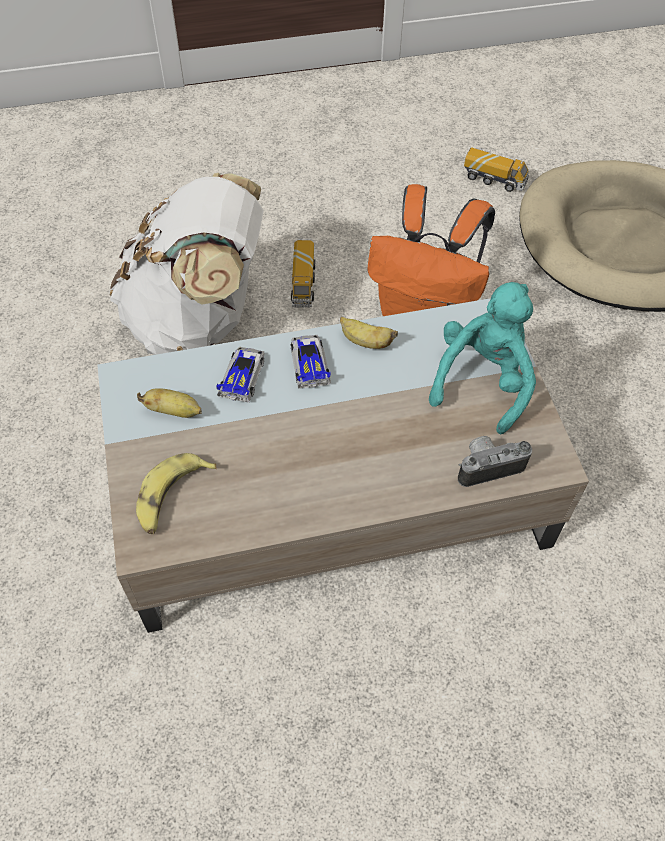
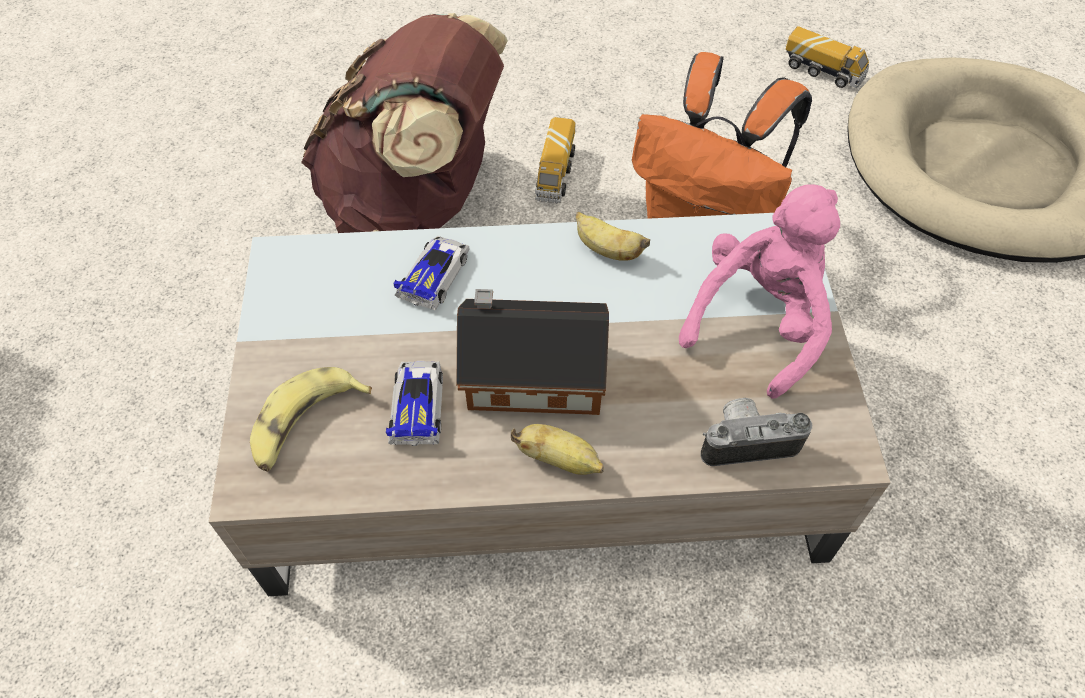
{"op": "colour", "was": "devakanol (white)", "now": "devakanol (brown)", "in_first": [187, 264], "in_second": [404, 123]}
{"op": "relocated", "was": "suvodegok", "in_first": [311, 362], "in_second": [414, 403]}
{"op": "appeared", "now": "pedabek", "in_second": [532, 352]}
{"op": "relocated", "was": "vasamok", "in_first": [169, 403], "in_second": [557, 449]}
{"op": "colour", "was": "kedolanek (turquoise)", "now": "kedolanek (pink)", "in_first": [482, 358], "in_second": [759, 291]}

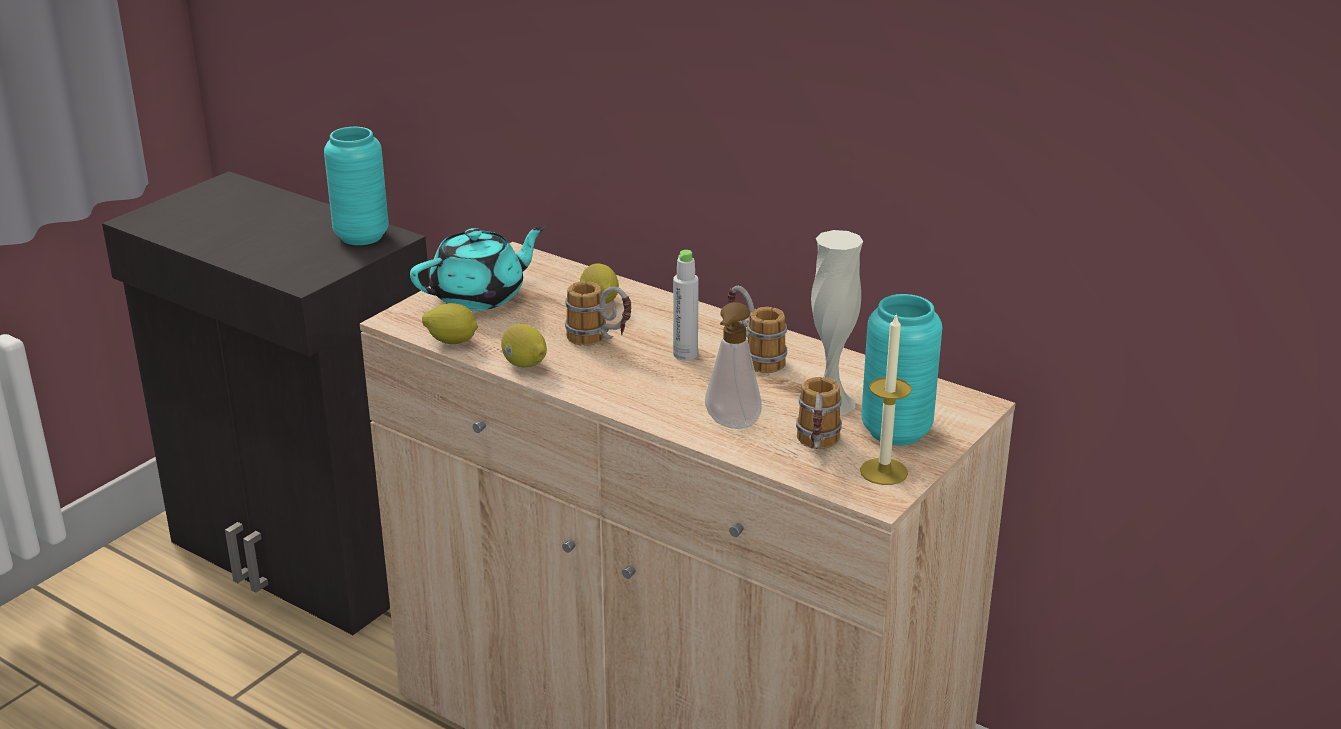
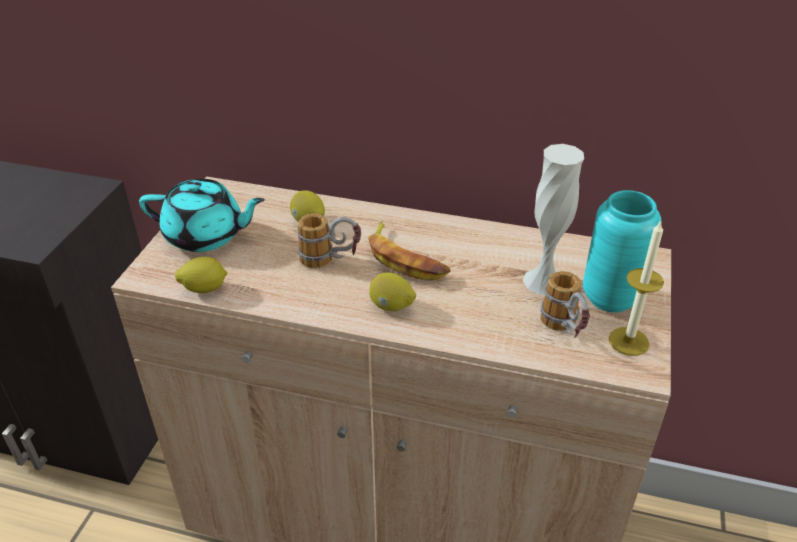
{"op": "spun", "was": "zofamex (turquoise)", "in_first": [477, 268], "in_second": [202, 215], "clockwise": 60}
{"op": "exchanged", "was": "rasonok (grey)", "now": "vasamok", "in_first": [686, 305], "in_second": [409, 250]}
{"op": "relocated", "was": "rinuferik", "in_first": [524, 346], "in_second": [392, 291]}
{"op": "missing", "was": "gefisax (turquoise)", "in_first": [356, 186]}
{"op": "missing", "was": "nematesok", "in_first": [733, 365]}
{"op": "missing", "was": "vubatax", "in_first": [757, 329]}

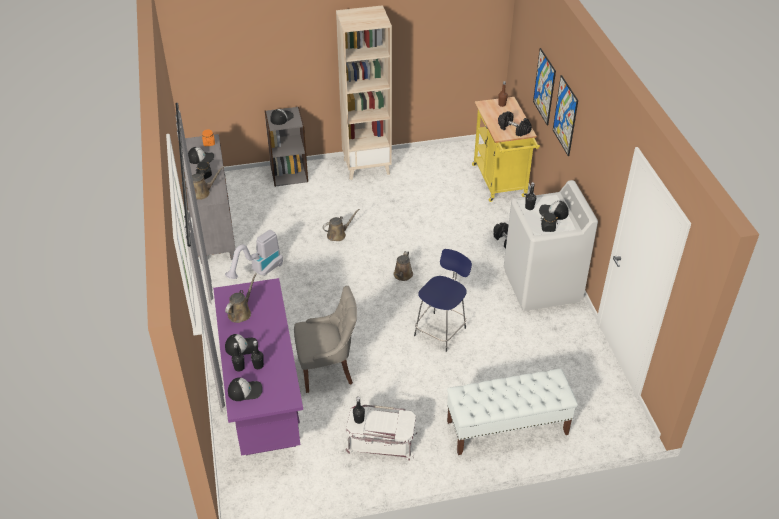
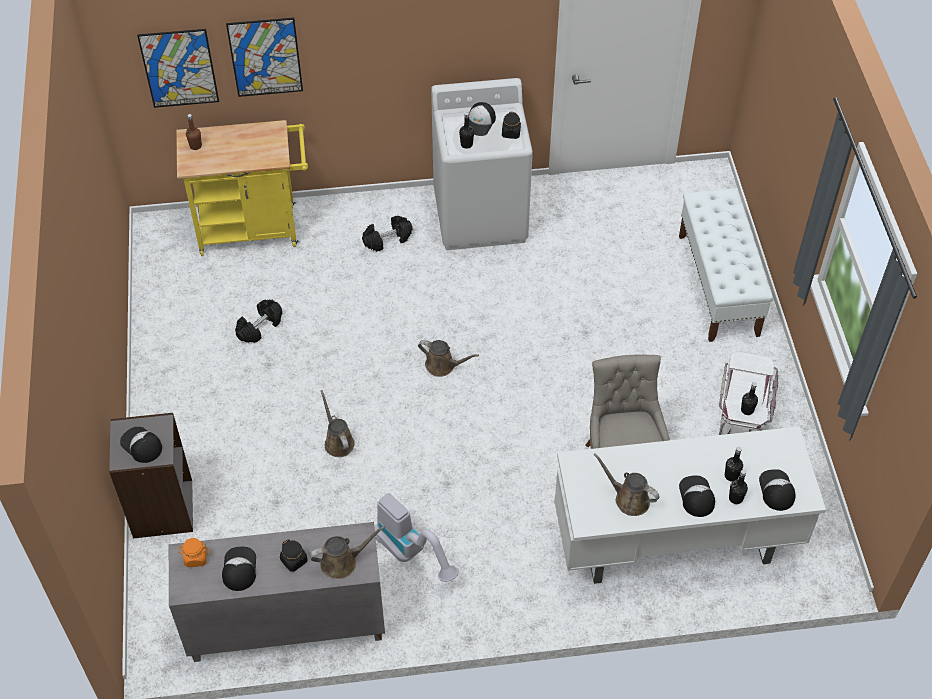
{"op": "relocated", "was": "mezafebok", "in_first": [565, 115], "in_second": [178, 68]}
{"op": "relocated", "was": "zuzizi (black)", "in_first": [515, 124], "in_second": [258, 321]}
{"op": "spun", "was": "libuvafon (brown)", "in_first": [205, 183], "in_second": [347, 552], "clockwise": 90}
{"op": "colour", "was": "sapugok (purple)", "now": "sapugok (white)", "in_first": [258, 366], "in_second": [690, 505]}
{"op": "missing", "was": "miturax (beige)", "in_first": [364, 92]}
{"op": "missing", "was": "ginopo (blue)", "in_first": [443, 300]}

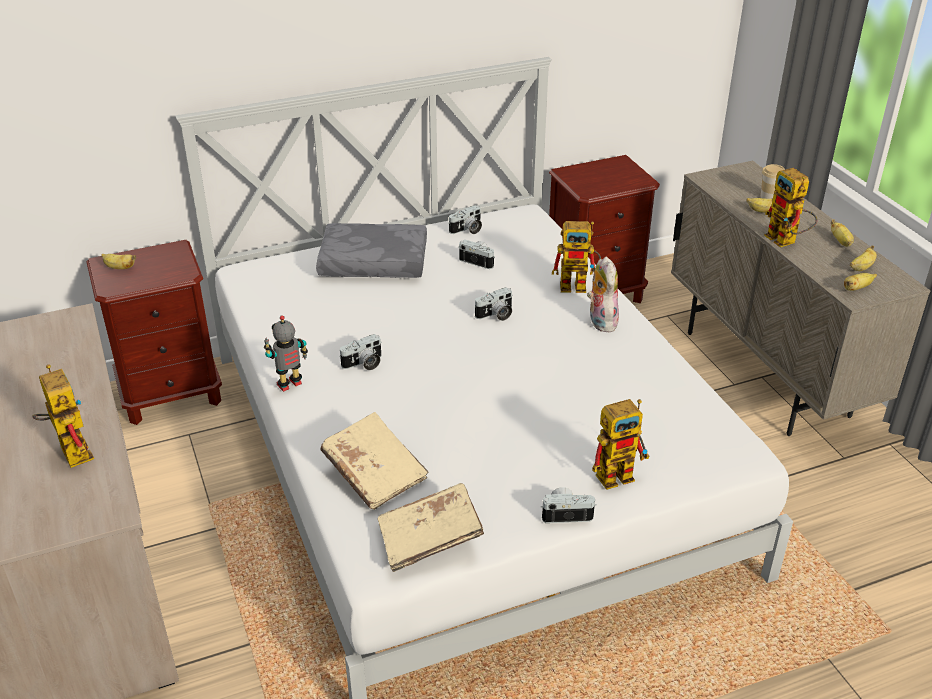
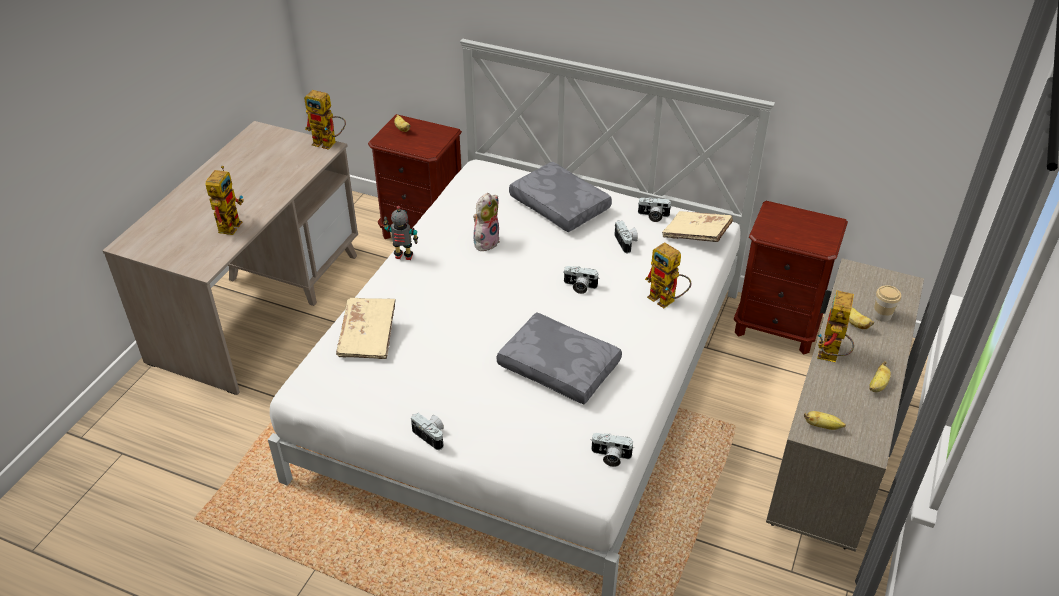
{"op": "relocated", "was": "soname", "in_first": [621, 444], "in_second": [325, 120]}
{"op": "relocated", "was": "kedolanek", "in_first": [603, 294], "in_second": [486, 222]}
{"op": "appeared", "now": "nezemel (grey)", "in_second": [559, 358]}
{"op": "relocated", "was": "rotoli", "in_first": [360, 352], "in_second": [612, 450]}
{"op": "relocated", "was": "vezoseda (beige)", "in_first": [431, 527], "in_second": [697, 226]}
{"op": "missing", "was": "vasamok", "in_first": [863, 258]}

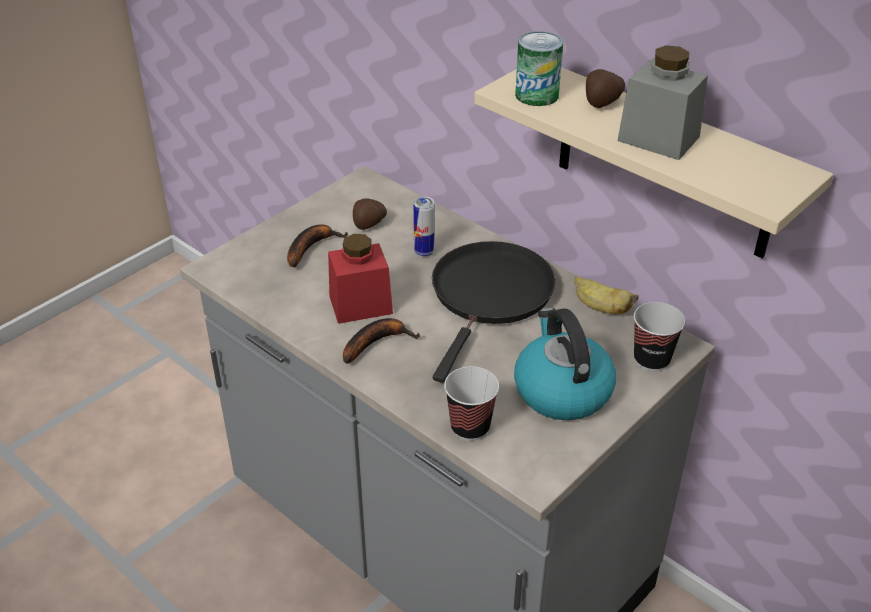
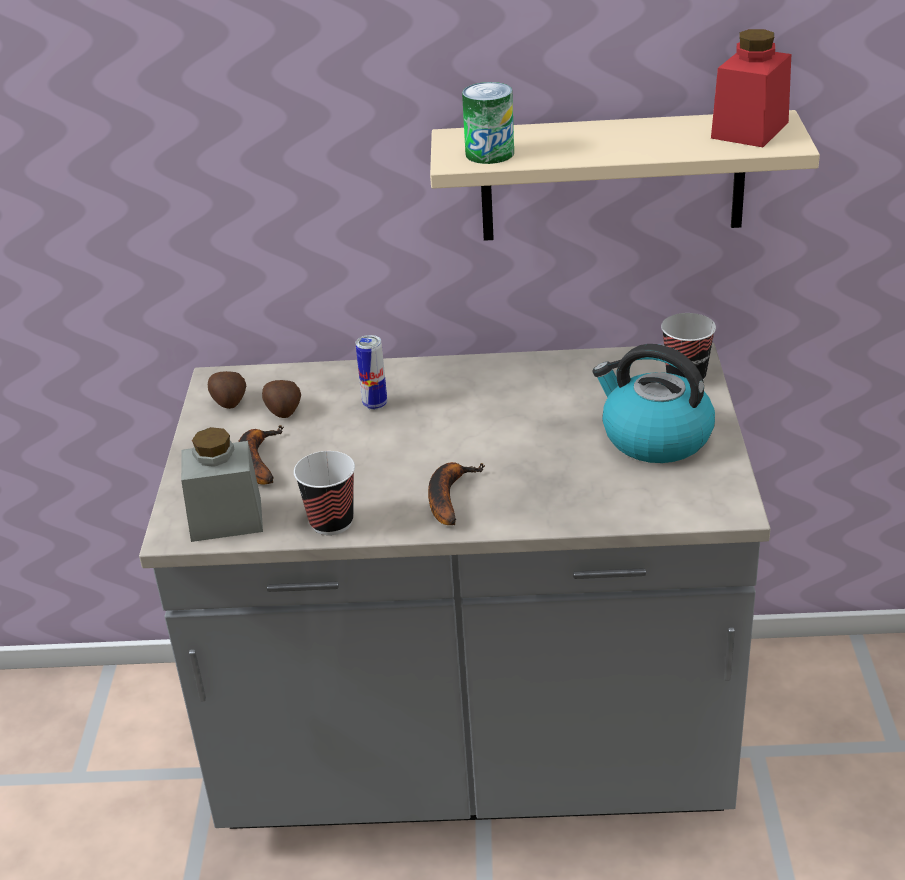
{"op": "relocated", "was": "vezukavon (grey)", "in_first": [663, 102], "in_second": [222, 484]}
{"op": "relocated", "was": "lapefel", "in_first": [605, 88], "in_second": [227, 390]}
{"op": "relocated", "was": "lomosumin", "in_first": [471, 403], "in_second": [324, 493]}
{"op": "relocated", "was": "vezukavon (red)", "in_first": [360, 279], "in_second": [751, 88]}
{"op": "missing", "was": "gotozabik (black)", "in_first": [493, 312]}
{"op": "missing", "was": "vasamok", "in_first": [606, 295]}

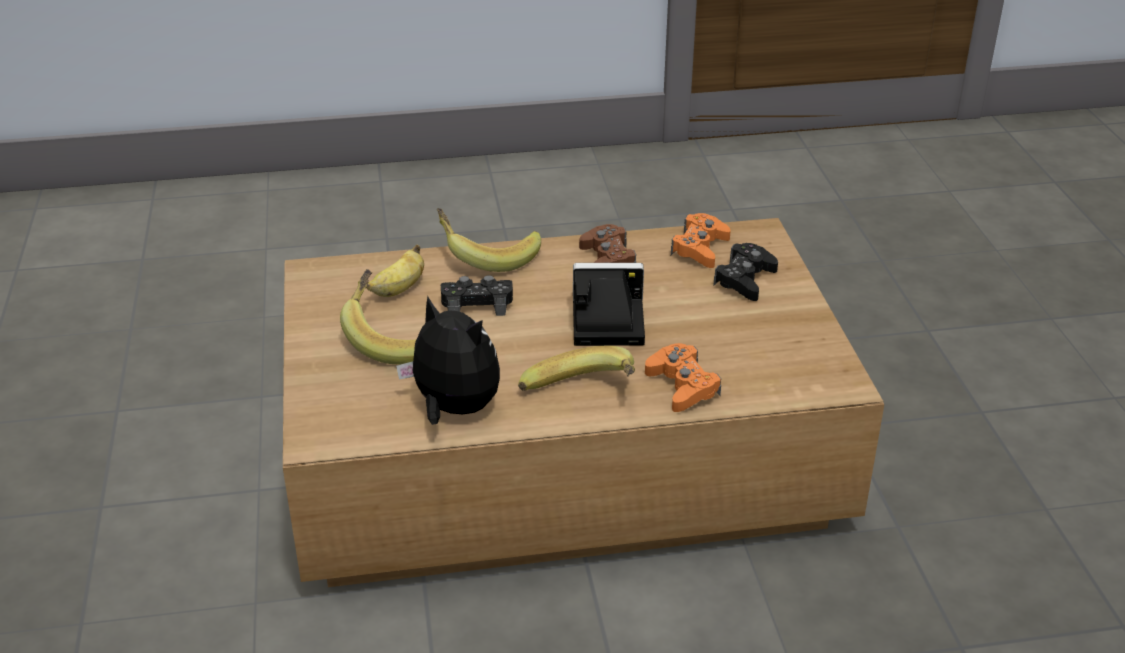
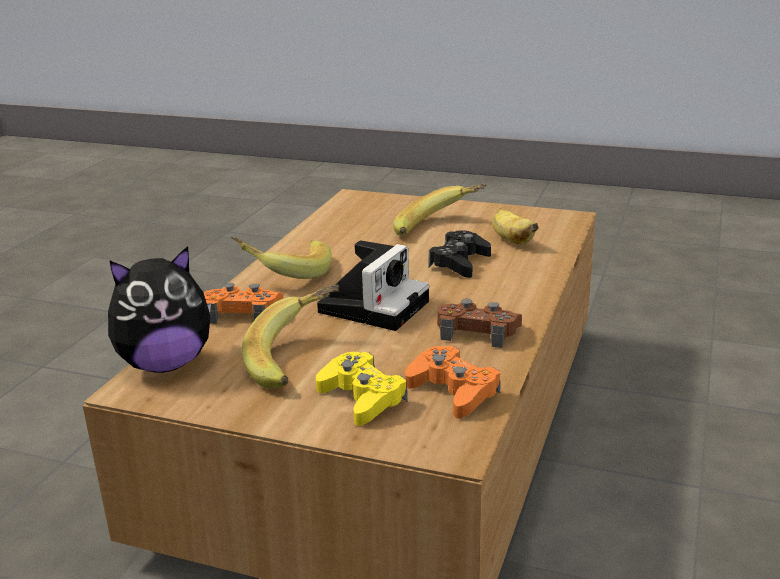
{"op": "relocated", "was": "kedolanek", "in_first": [448, 360], "in_second": [159, 309]}
{"op": "relocated", "was": "vasamok", "in_first": [489, 240], "in_second": [290, 337]}
{"op": "colour", "was": "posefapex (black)", "now": "posefapex (yellow)", "in_first": [745, 272], "in_second": [362, 389]}

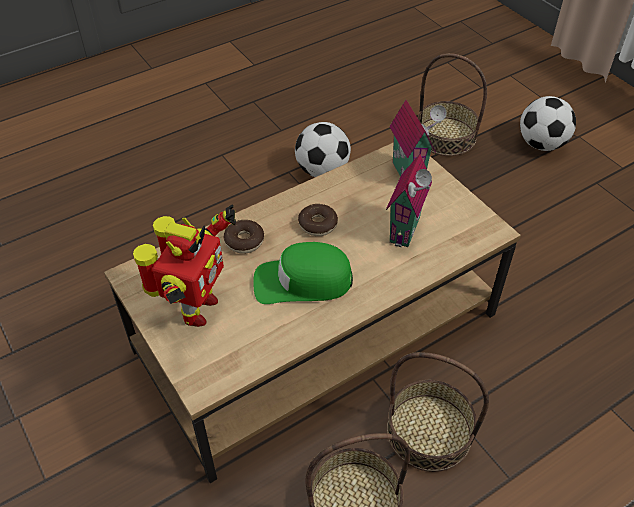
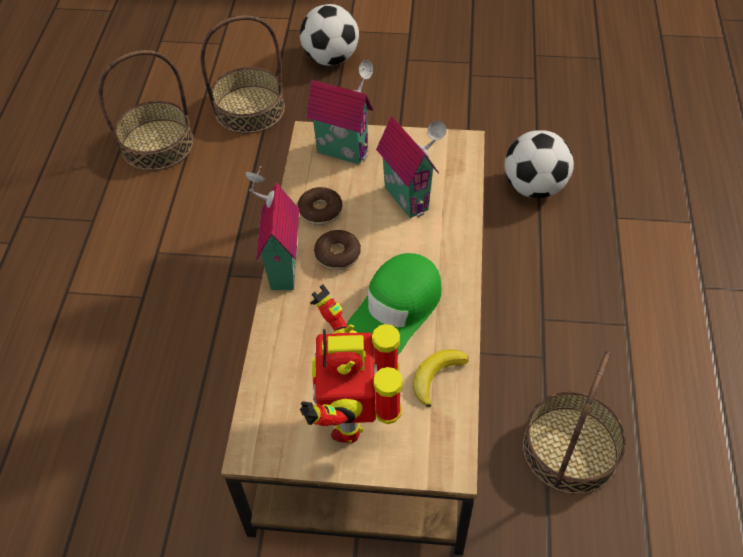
{"op": "relocated", "was": "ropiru", "in_first": [438, 412], "in_second": [146, 110]}
{"op": "appeared", "now": "pedabek", "in_second": [272, 228]}
{"op": "relocated", "was": "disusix", "in_first": [244, 237], "in_second": [320, 206]}
{"op": "spun", "was": "soname", "in_first": [184, 266], "in_second": [351, 363], "clockwise": -150}
{"op": "appeared", "now": "vasamok", "in_second": [441, 378]}
{"op": "relocated", "was": "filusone", "in_first": [323, 149], "in_second": [539, 164]}

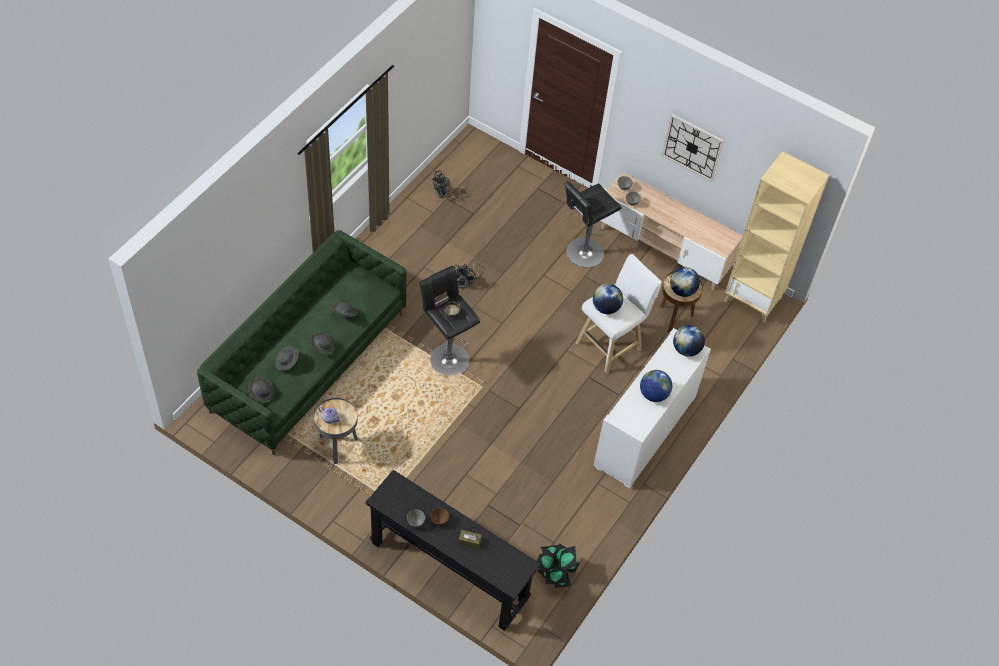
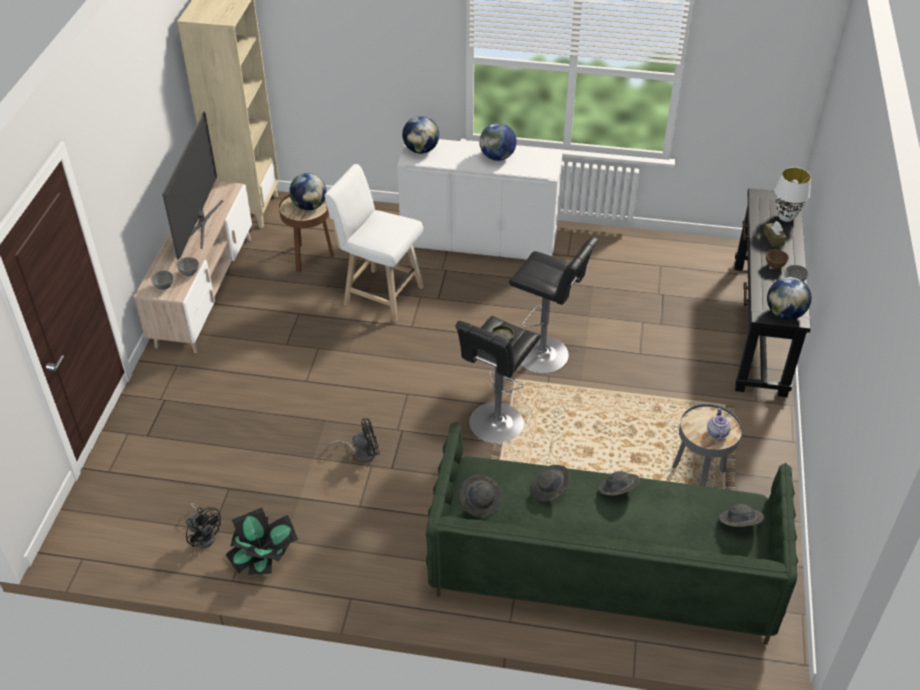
{"op": "appeared", "now": "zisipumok", "in_second": [192, 185]}
{"op": "relocated", "was": "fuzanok", "in_first": [558, 566], "in_second": [262, 541]}
{"op": "relocated", "was": "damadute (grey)", "in_first": [287, 358], "in_second": [481, 496]}
{"op": "relocated", "was": "ginopo (black)", "in_first": [593, 224], "in_second": [554, 305]}
{"op": "relocated", "was": "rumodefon", "in_first": [608, 299], "in_second": [789, 298]}
{"op": "appeared", "now": "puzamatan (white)", "in_second": [793, 194]}
{"op": "missing", "was": "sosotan", "in_first": [693, 148]}

